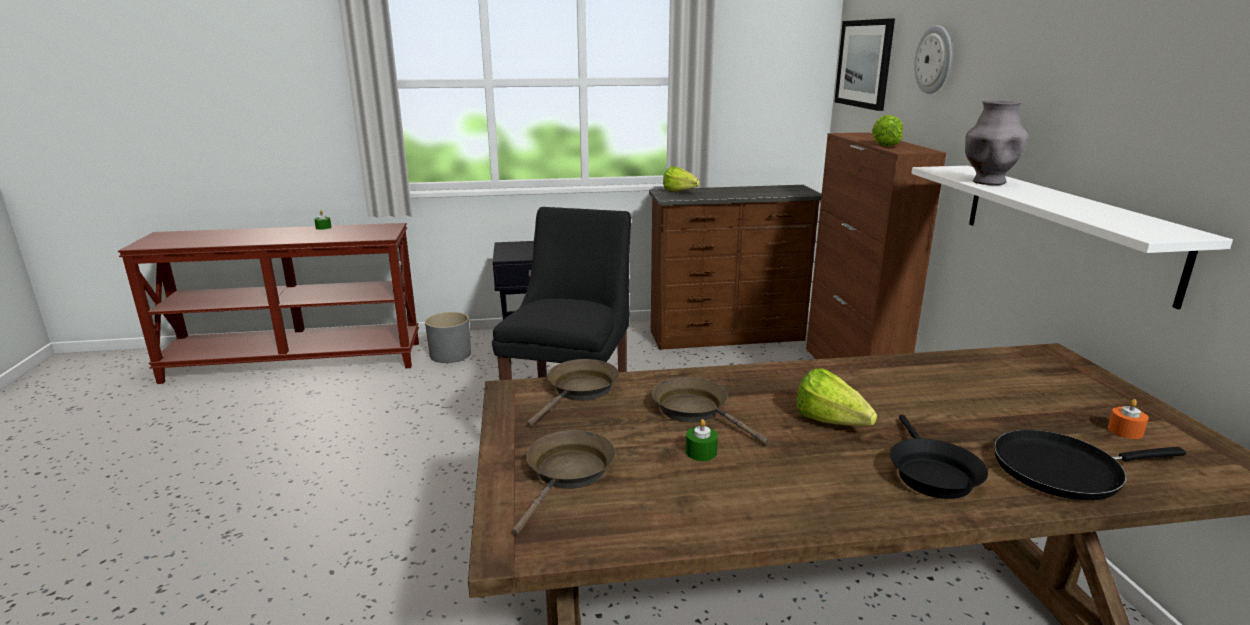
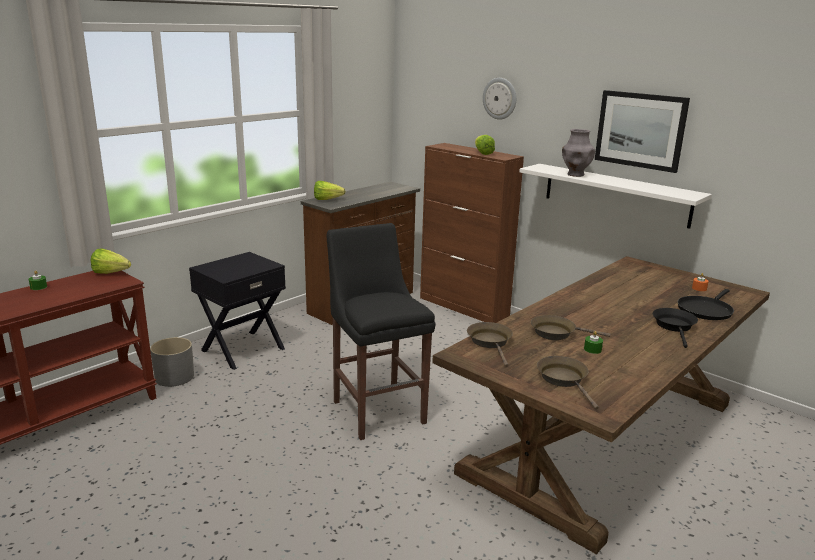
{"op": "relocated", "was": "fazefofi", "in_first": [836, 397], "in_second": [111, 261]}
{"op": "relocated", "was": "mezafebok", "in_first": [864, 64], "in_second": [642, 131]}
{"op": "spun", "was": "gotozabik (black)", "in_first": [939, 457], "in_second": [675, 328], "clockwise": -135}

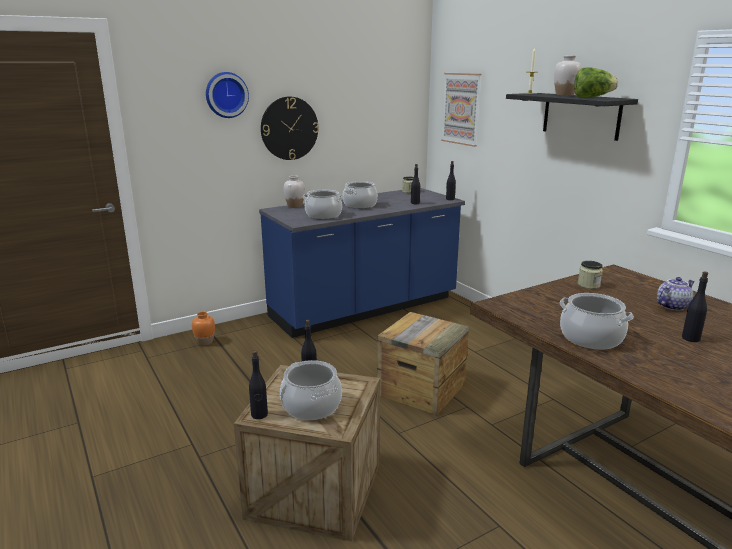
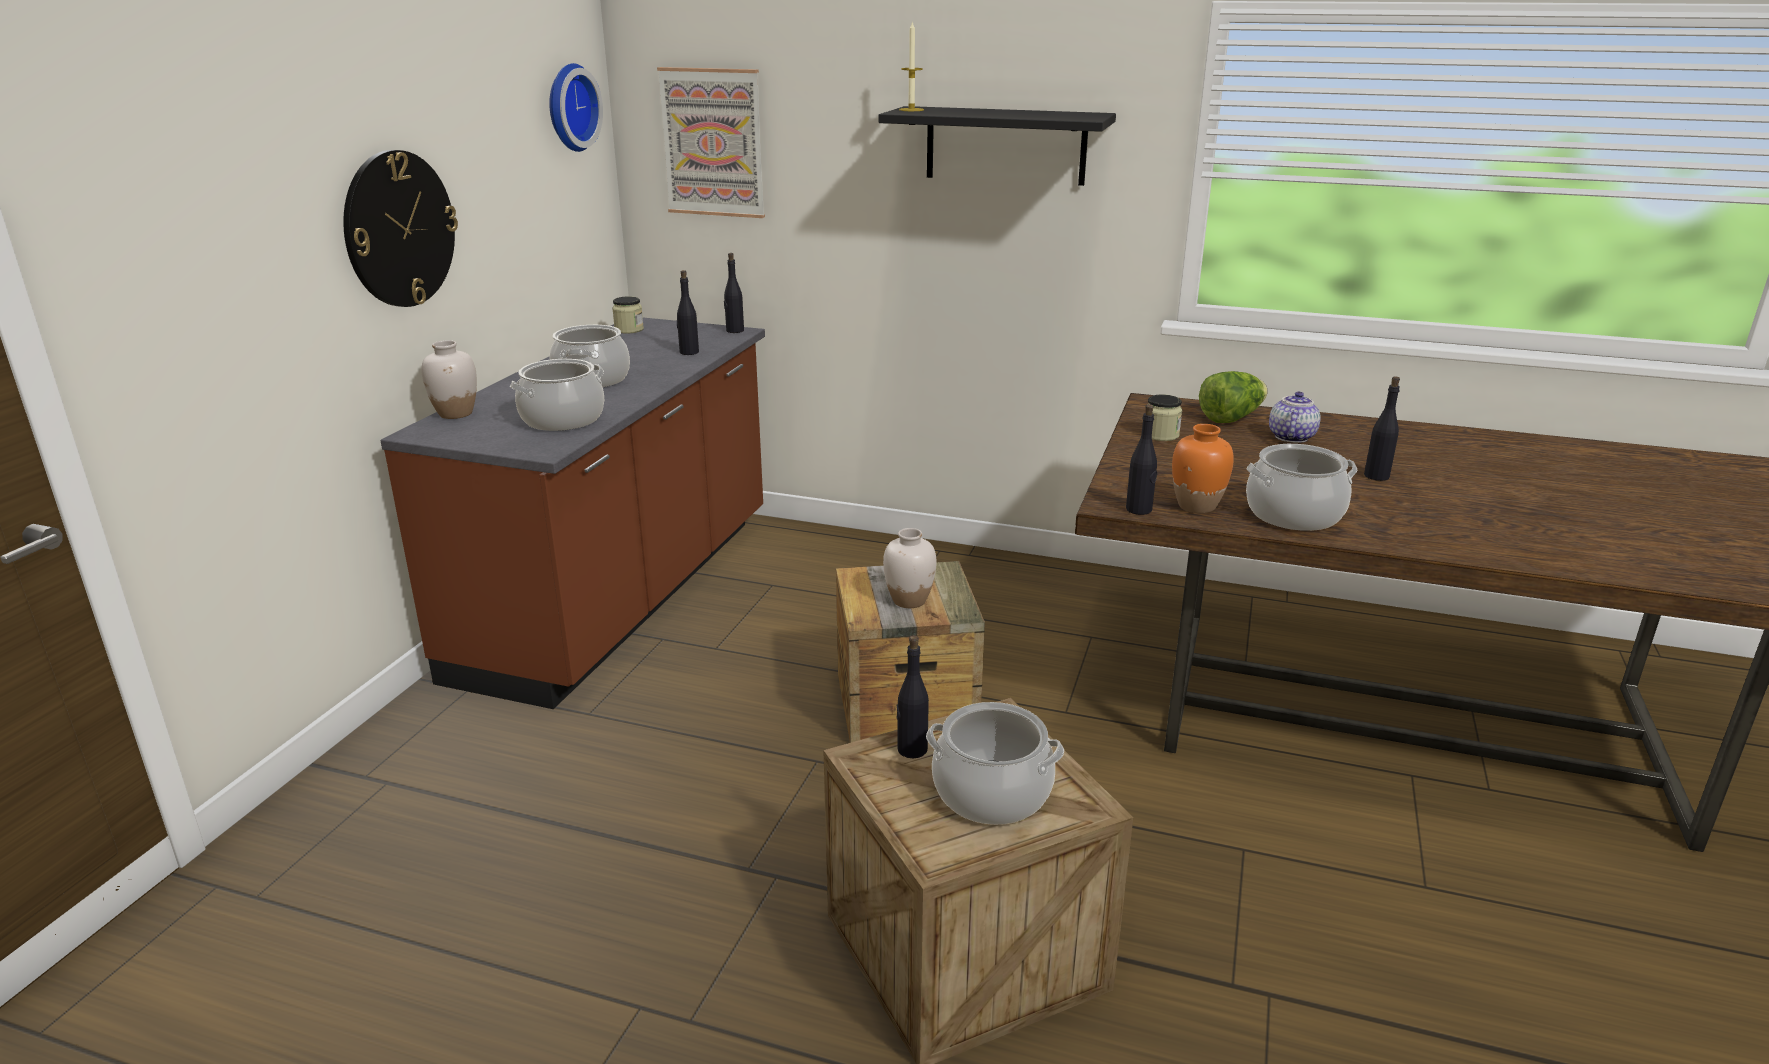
{"op": "colour", "was": "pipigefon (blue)", "now": "pipigefon (brown)", "in_first": [362, 263], "in_second": [572, 513]}
{"op": "relocated", "was": "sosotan", "in_first": [227, 95], "in_second": [576, 107]}
{"op": "relocated", "was": "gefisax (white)", "in_first": [568, 76], "in_second": [910, 568]}
{"op": "relocated", "was": "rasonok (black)", "in_first": [258, 385], "in_second": [1141, 459]}
{"op": "relocated", "was": "gefisax (orange)", "in_first": [203, 329], "in_second": [1203, 469]}
{"op": "relocated", "was": "fazefofi", "in_first": [596, 83], "in_second": [1233, 397]}

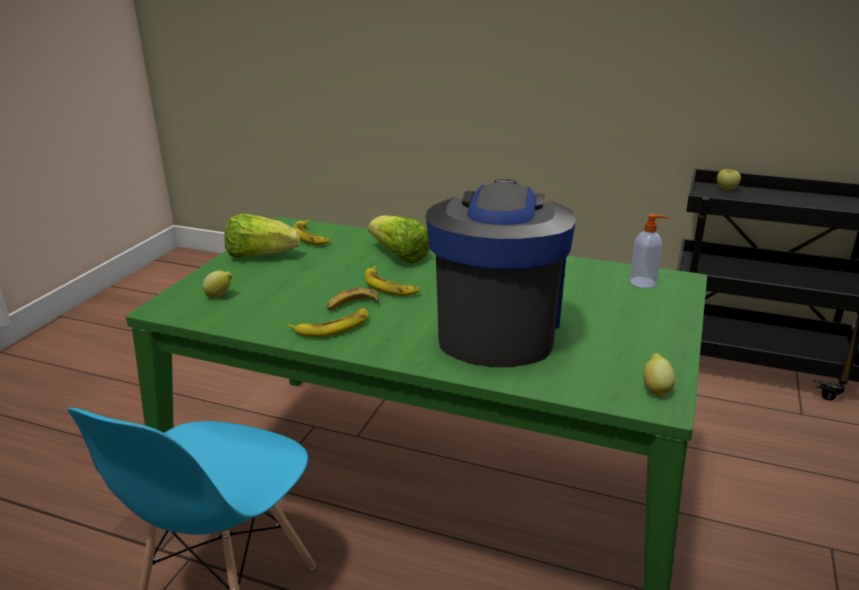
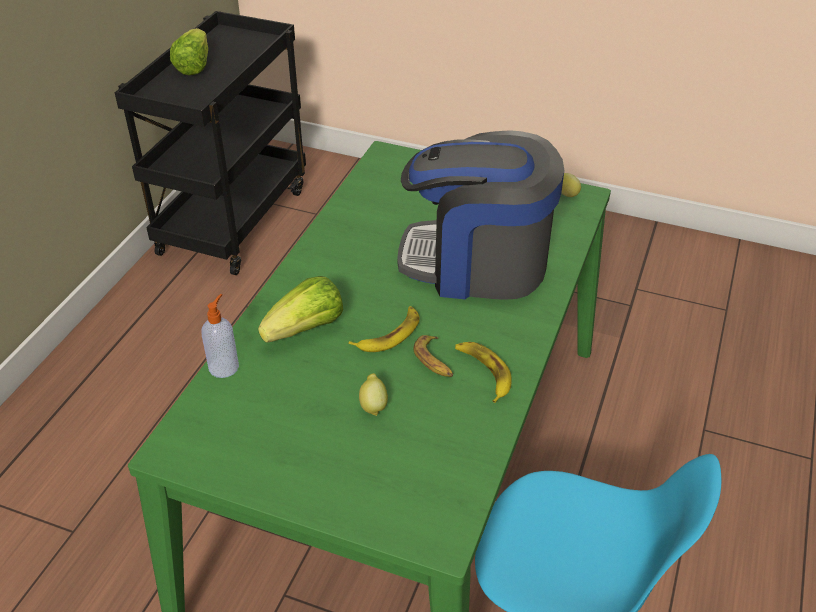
{"op": "relocated", "was": "fazefofi", "in_first": [262, 235], "in_second": [189, 51]}
{"op": "relocated", "was": "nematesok", "in_first": [649, 251], "in_second": [220, 336]}
{"op": "relocated", "was": "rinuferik", "in_first": [217, 284], "in_second": [373, 394]}
{"op": "missing", "was": "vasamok", "in_first": [311, 232]}
{"op": "missing", "was": "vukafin", "in_first": [729, 179]}

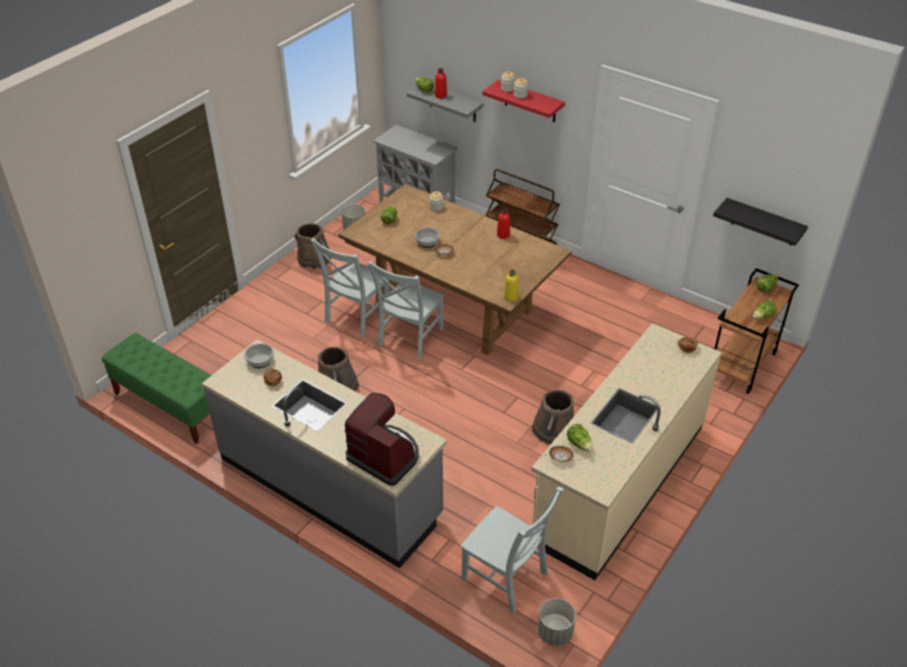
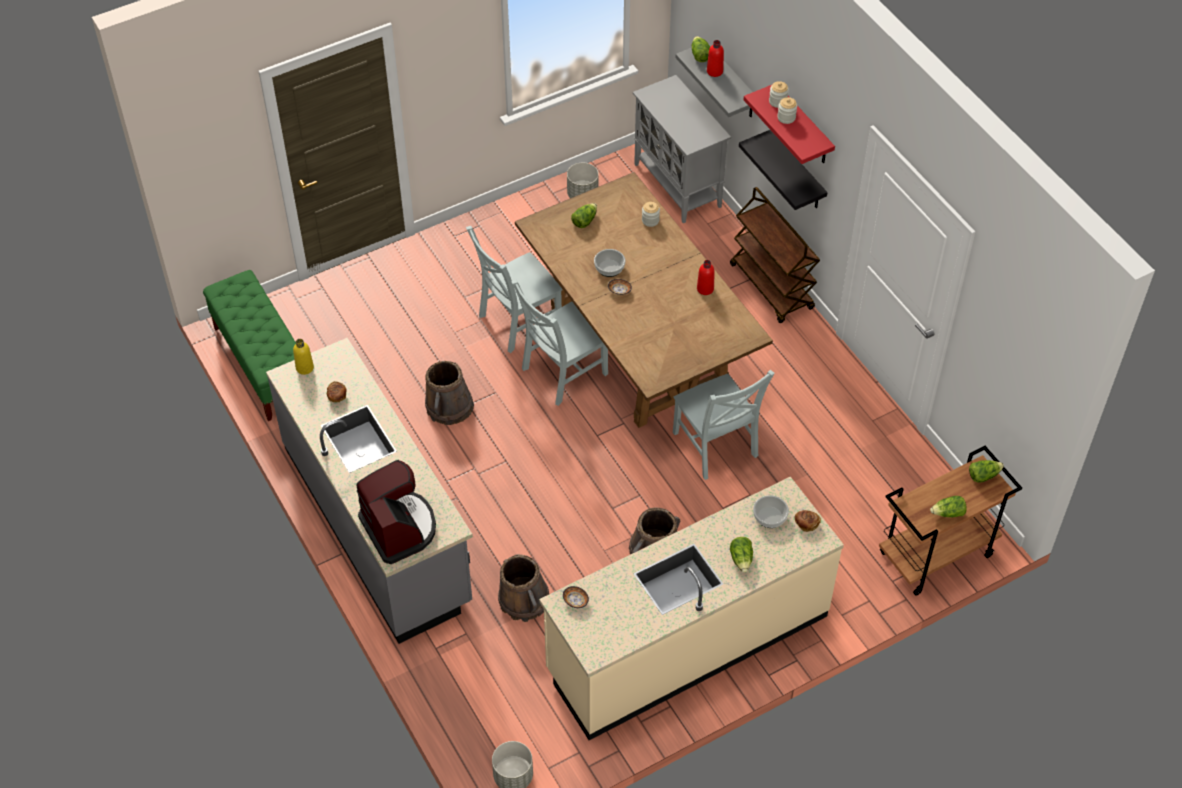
{"op": "relocated", "was": "rasonok (yellow)", "in_first": [511, 286], "in_second": [303, 357]}
{"op": "relocated", "was": "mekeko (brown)", "in_first": [313, 246], "in_second": [523, 588]}
{"op": "relocated", "was": "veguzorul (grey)", "in_first": [512, 550], "in_second": [724, 425]}
{"op": "relocated", "was": "fazefofi", "in_first": [579, 438], "in_second": [741, 555]}
{"op": "relocated", "was": "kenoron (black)", "in_first": [760, 222], "in_second": [783, 170]}
{"op": "relocated", "was": "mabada", "in_first": [259, 355], "in_second": [771, 511]}

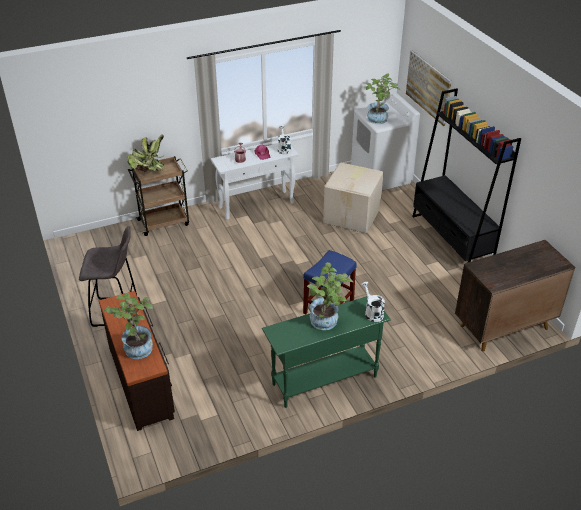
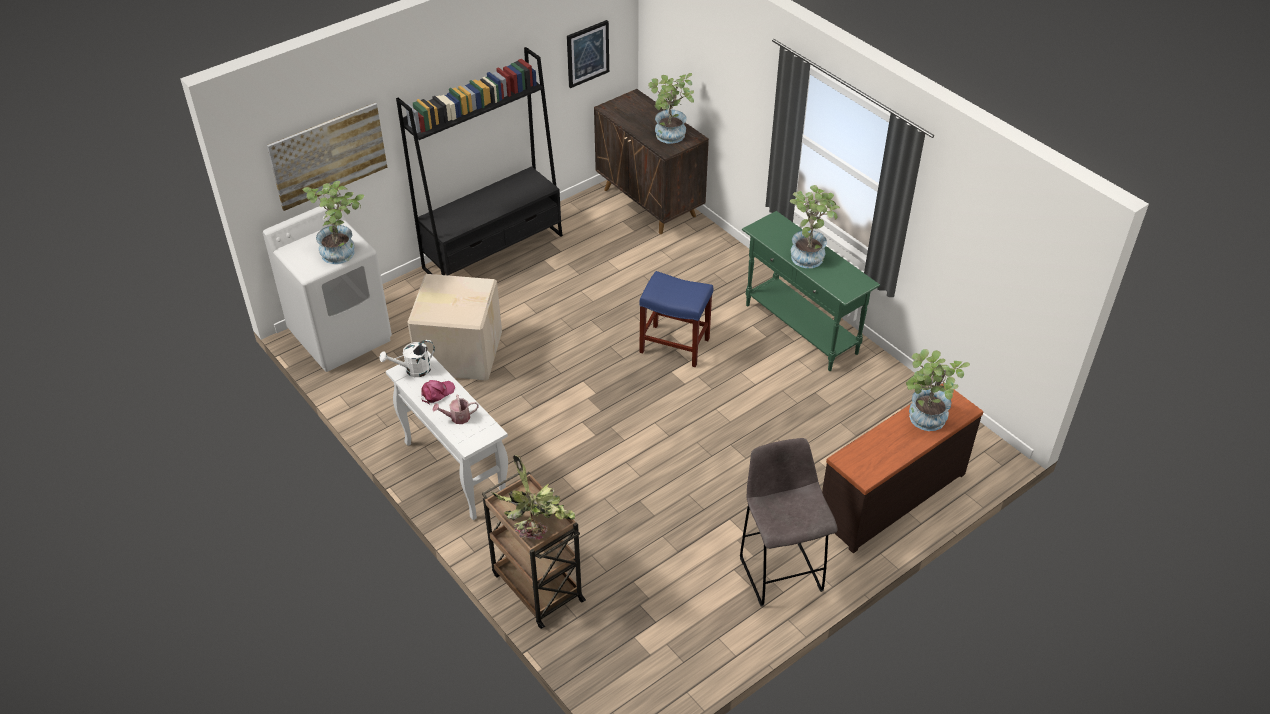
{"op": "appeared", "now": "mezafebok", "in_second": [588, 54]}
{"op": "appeared", "now": "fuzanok", "in_second": [671, 108]}
{"op": "missing", "was": "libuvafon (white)", "in_first": [373, 302]}

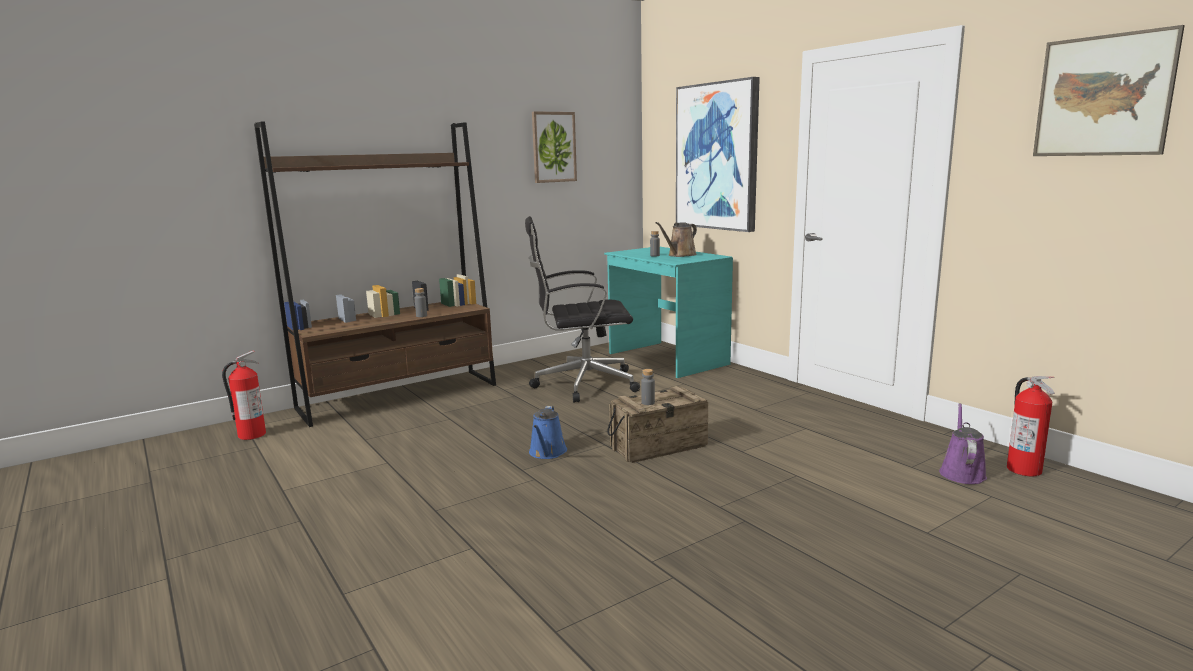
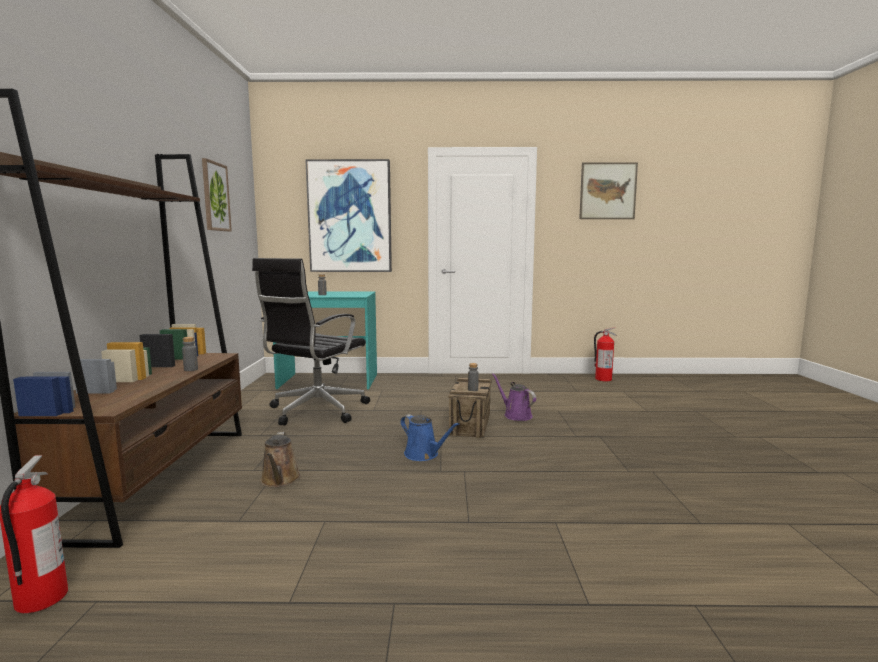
{"op": "relocated", "was": "libuvafon (brown)", "in_first": [676, 239], "in_second": [280, 459]}
{"op": "relocated", "was": "libuvafon (purple)", "in_first": [963, 443], "in_second": [514, 397]}

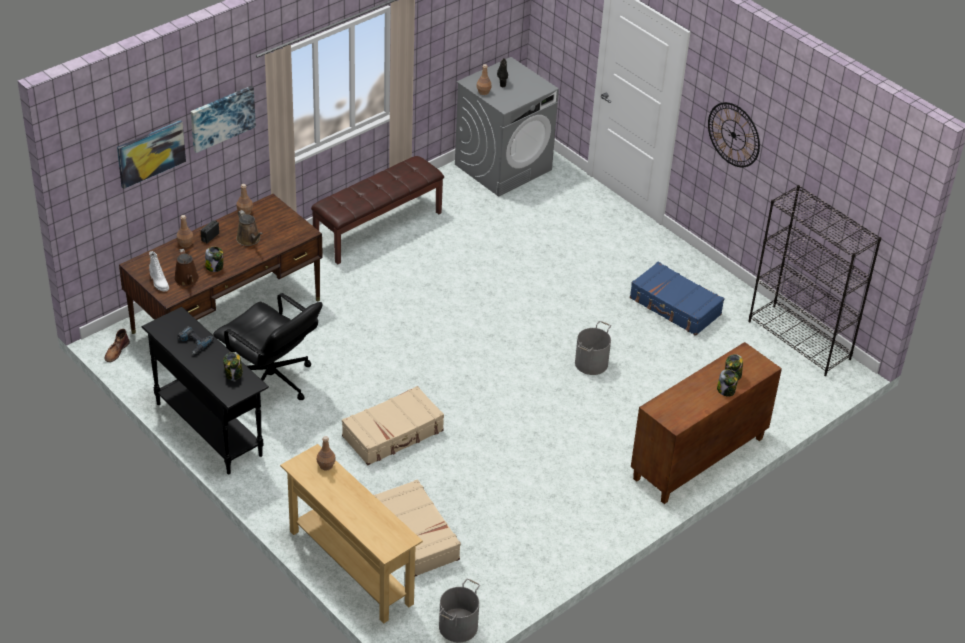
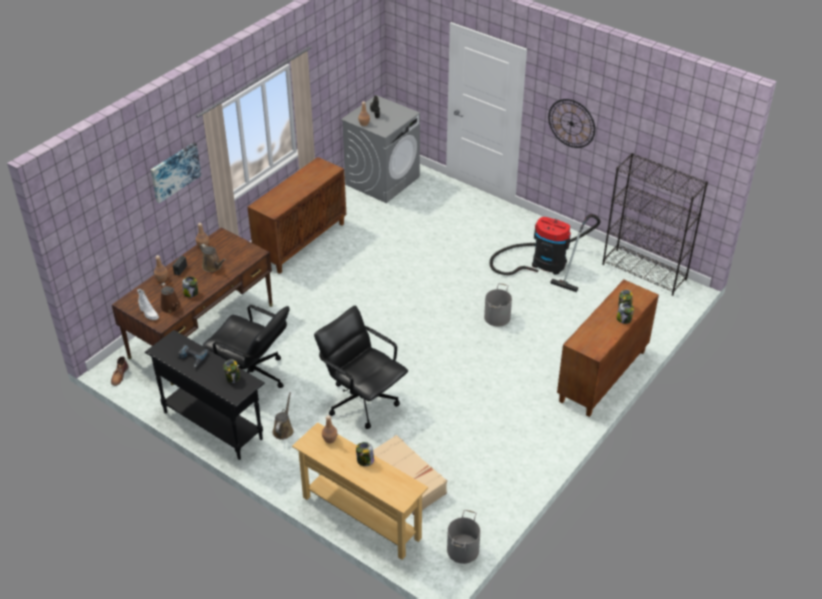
{"op": "exchanged", "was": "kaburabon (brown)", "now": "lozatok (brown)", "in_first": [377, 210], "in_second": [296, 215]}
{"op": "appeared", "now": "libuvafon (brown)", "in_second": [283, 416]}
{"op": "exchanged", "was": "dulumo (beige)", "now": "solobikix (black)", "in_first": [393, 425], "in_second": [361, 367]}
{"op": "appeared", "now": "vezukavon", "in_second": [365, 454]}
{"op": "exchanged", "was": "dulumo (blue)", "now": "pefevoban", "in_first": [677, 299], "in_second": [545, 253]}
{"op": "missing", "was": "mezafebok", "in_first": [151, 154]}

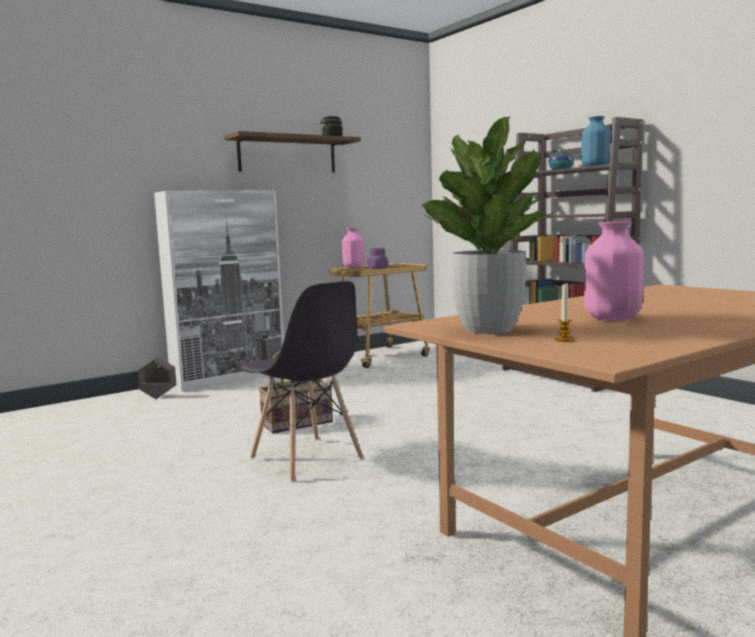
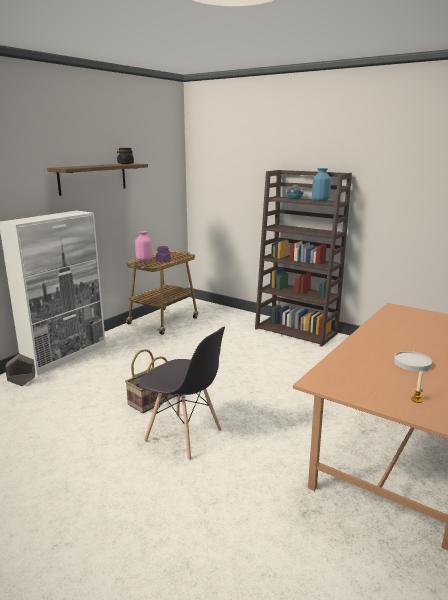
{"op": "exchanged", "was": "gefisax (pink)", "now": "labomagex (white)", "in_first": [614, 271], "in_second": [413, 361]}
{"op": "missing", "was": "fuzanok", "in_first": [490, 225]}

